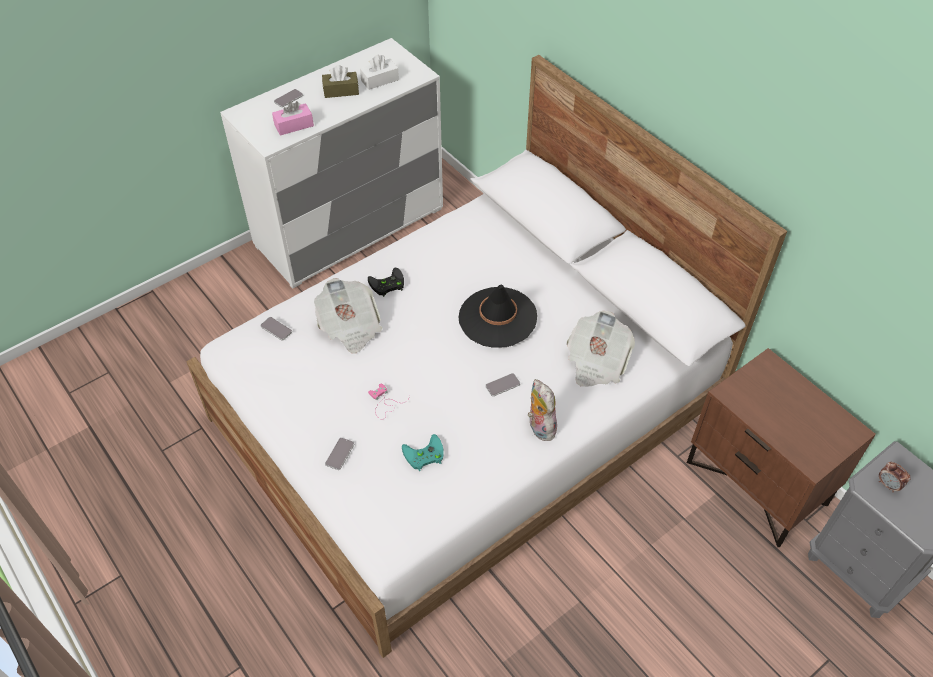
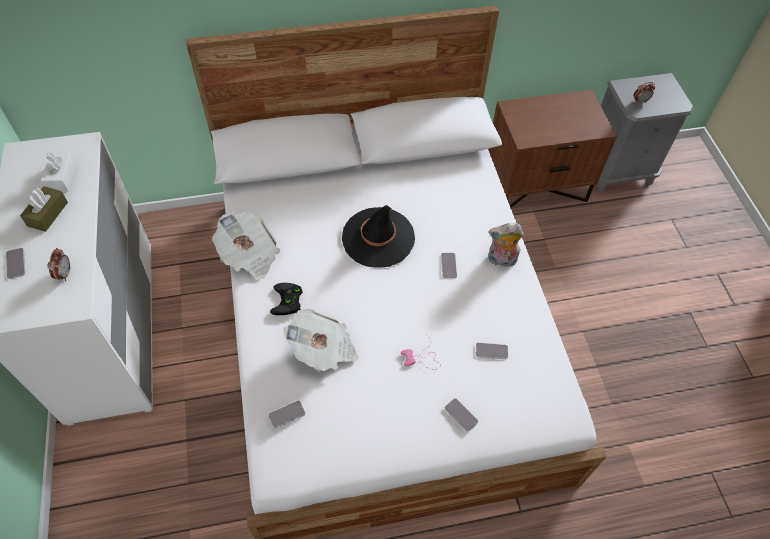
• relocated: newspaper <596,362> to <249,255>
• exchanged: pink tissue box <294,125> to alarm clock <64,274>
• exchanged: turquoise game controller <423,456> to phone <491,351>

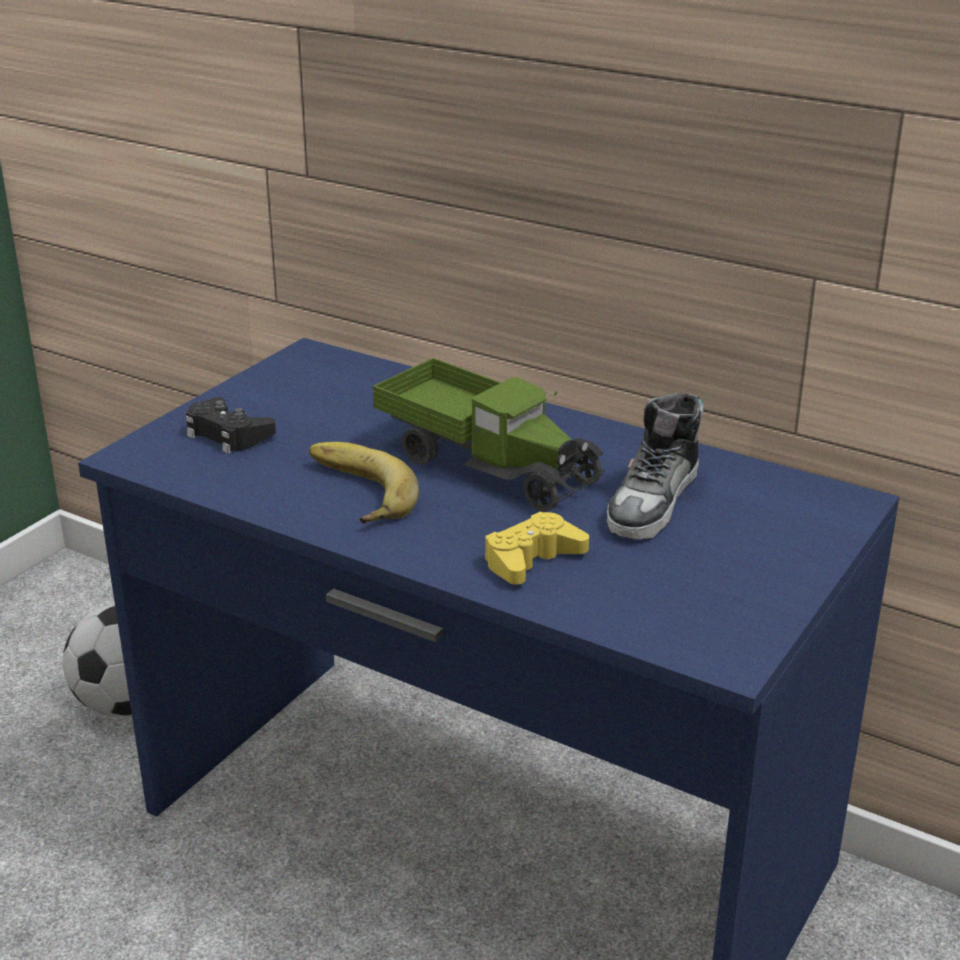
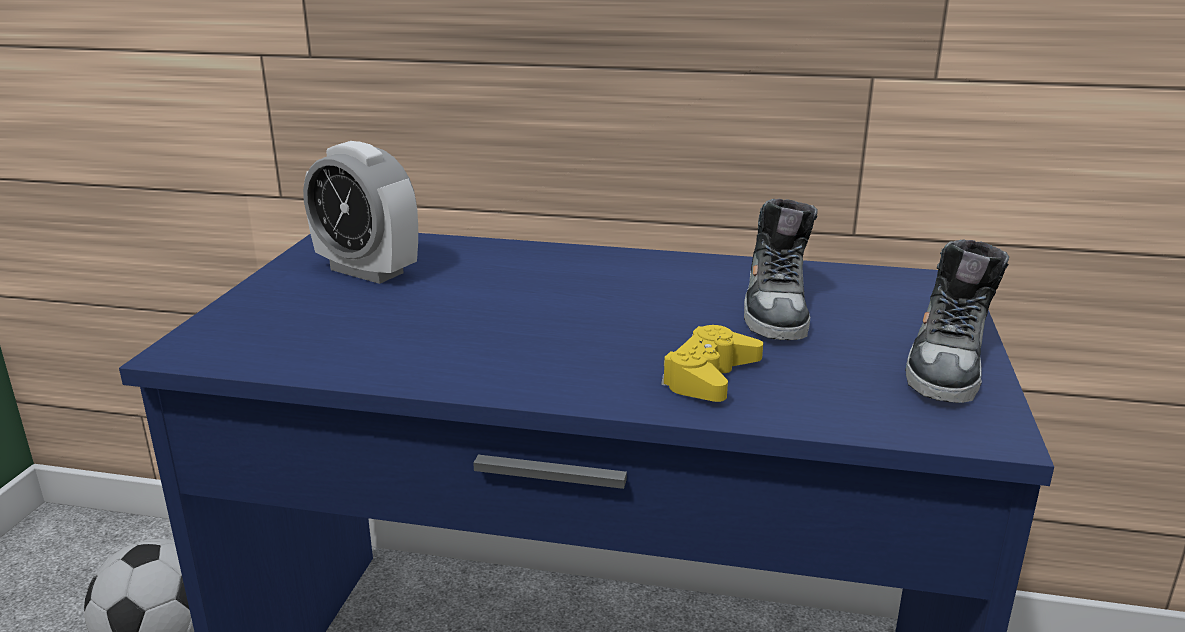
• missing: black game controller <228,434>
• missing: banana <353,493>
• missing: toy truck <487,463>
• appeared: alarm clock <367,271>
• appeared: shoe <948,362>

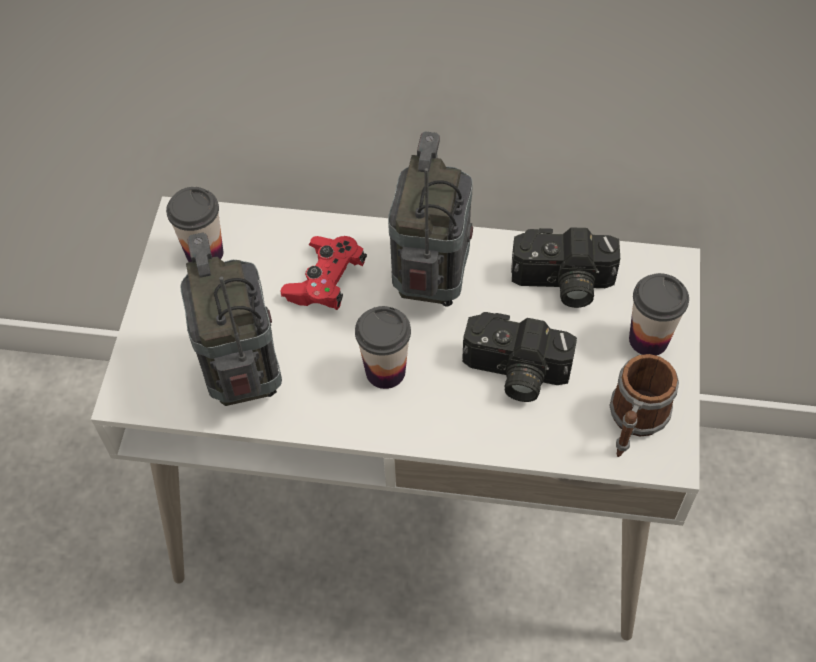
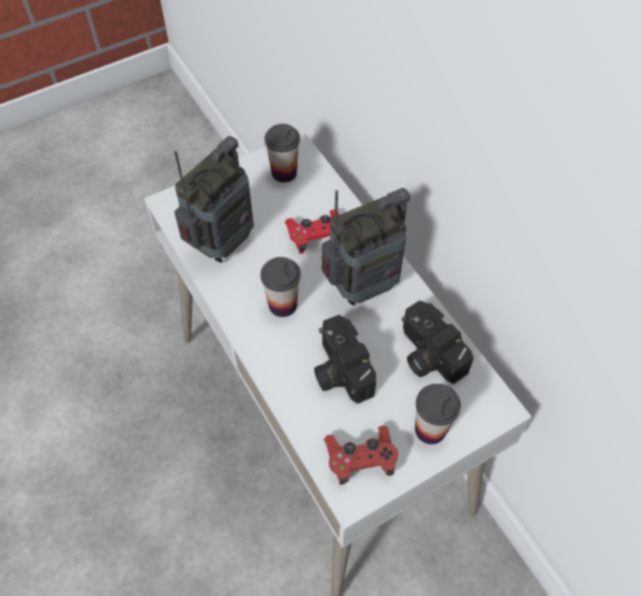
• exchanged: mug <634,422> to red game controller <360,459>

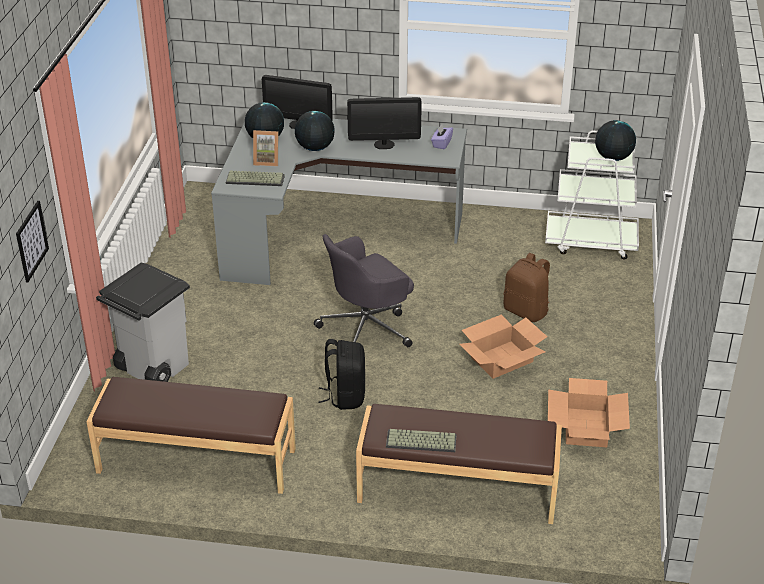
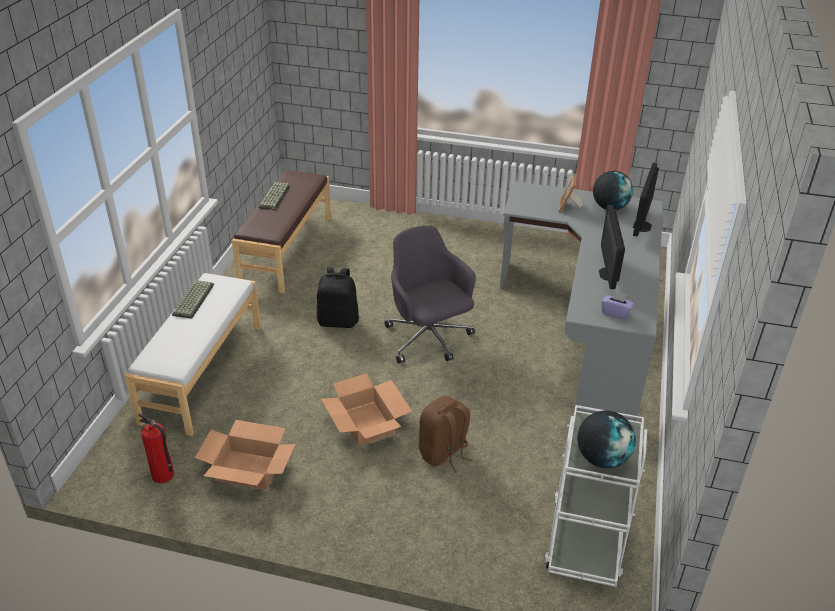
• missing: picture <31,241>
• missing: grey trash can <152,367>
• missing: globe <315,148>
• appeared: fire extinguisher <163,475>
• relocated: keyboard <256,179> to <275,197>
• colour: brown bench <457,490> to white bench <202,373>

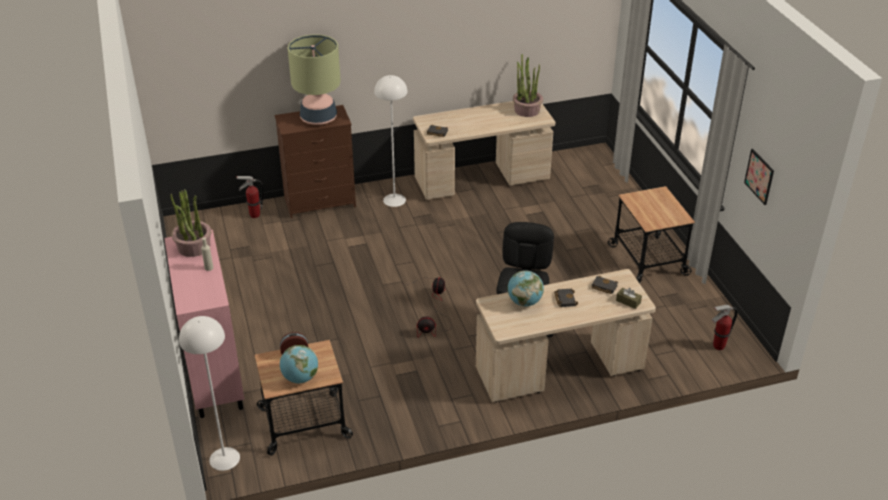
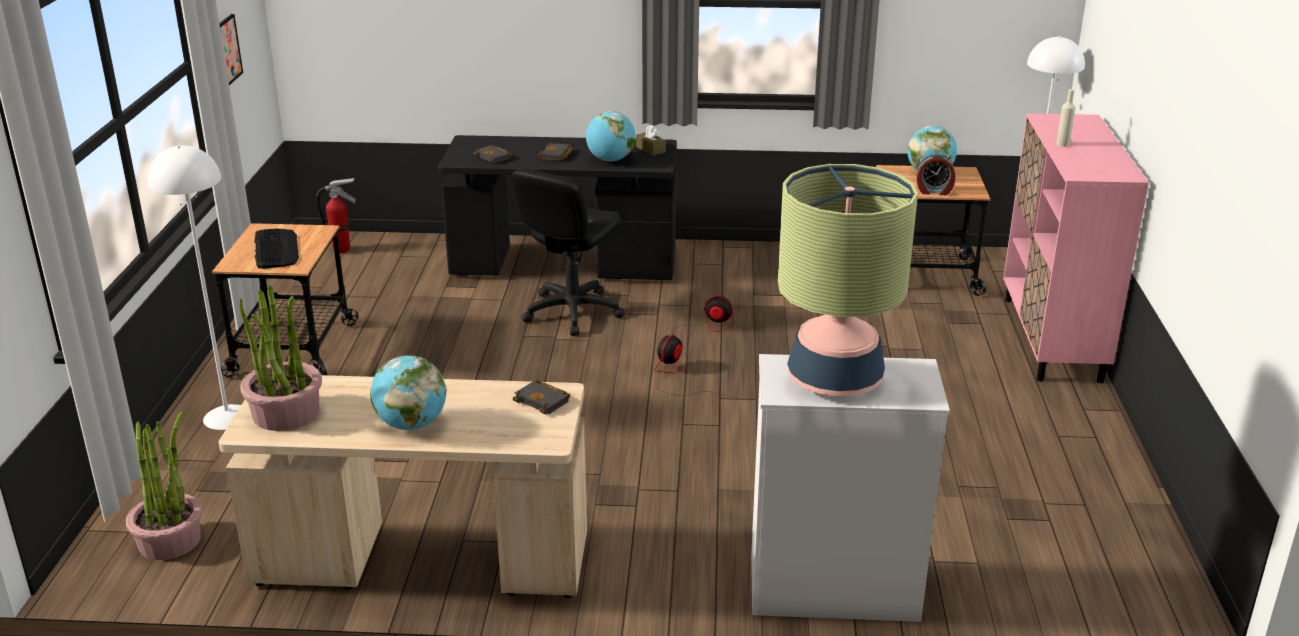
• missing: fire extinguisher <254,215>
• appeared: keyboard <276,249>
• appeared: globe <411,424>
• relocated: potted plant <194,247> to <170,540>
• relocated: white floor lamp <394,200> to <227,416>
• relocated: brown tissue box <628,301> to <650,149>
• colour: brown dresser <320,202> to white dresser <831,588>
• colour: beige desk <559,369> to black desk <564,265>

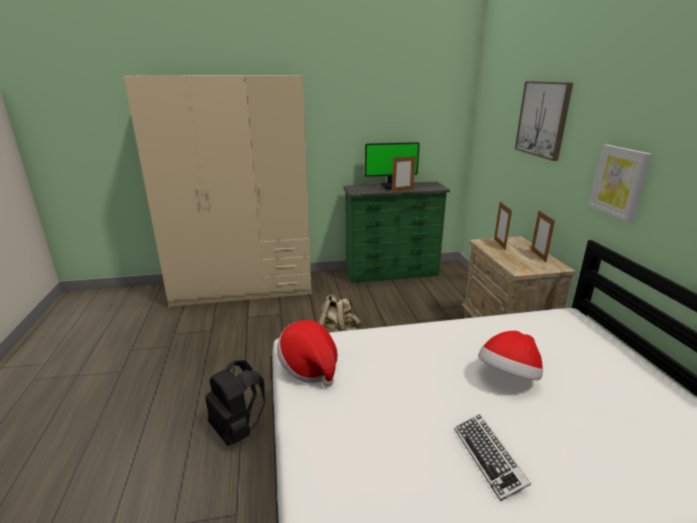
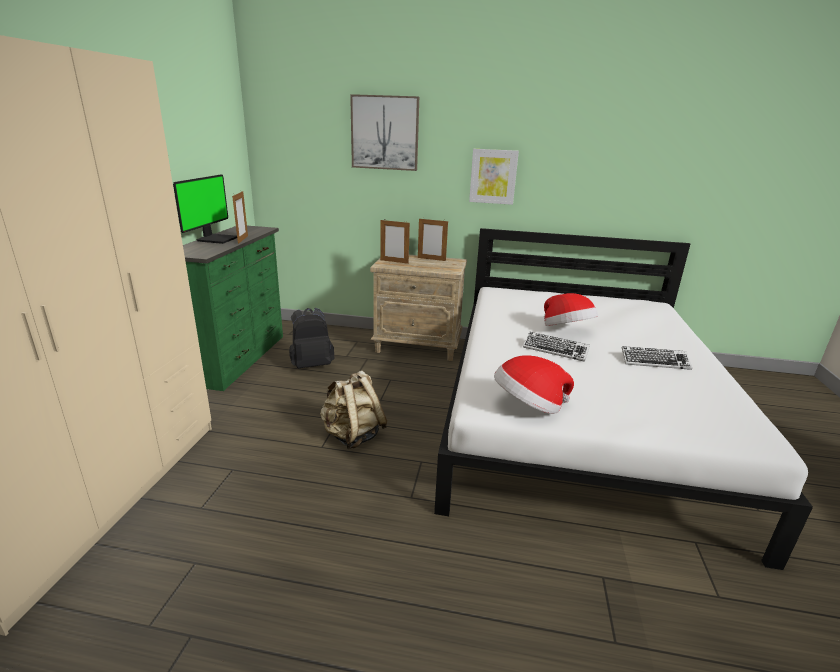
• appeared: keyboard <555,350>
• relocated: black backpack <237,429> to <312,365>

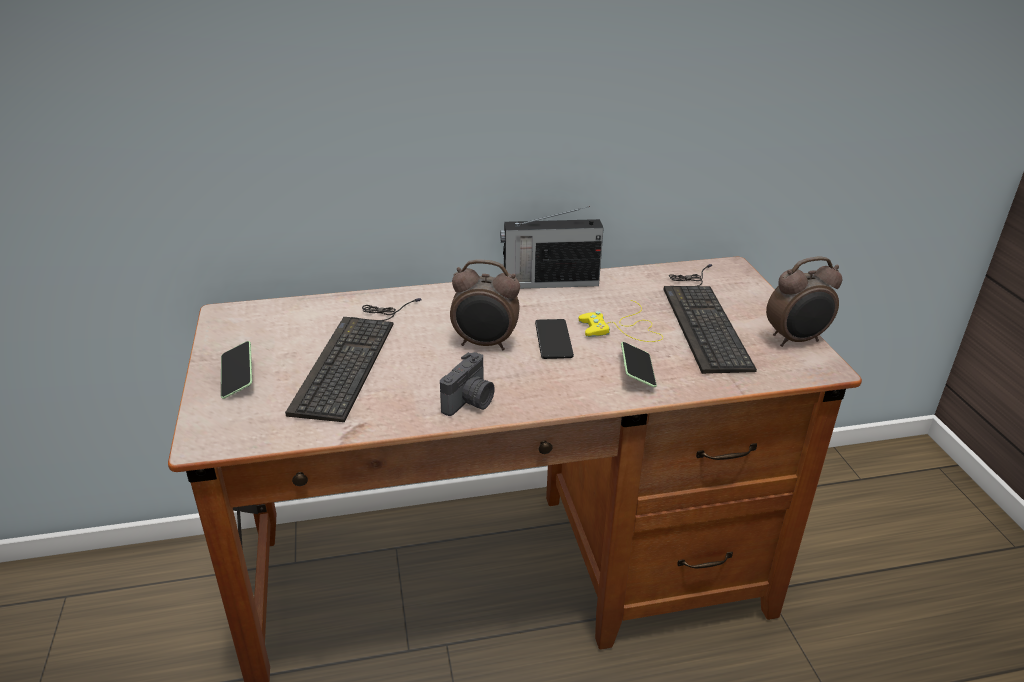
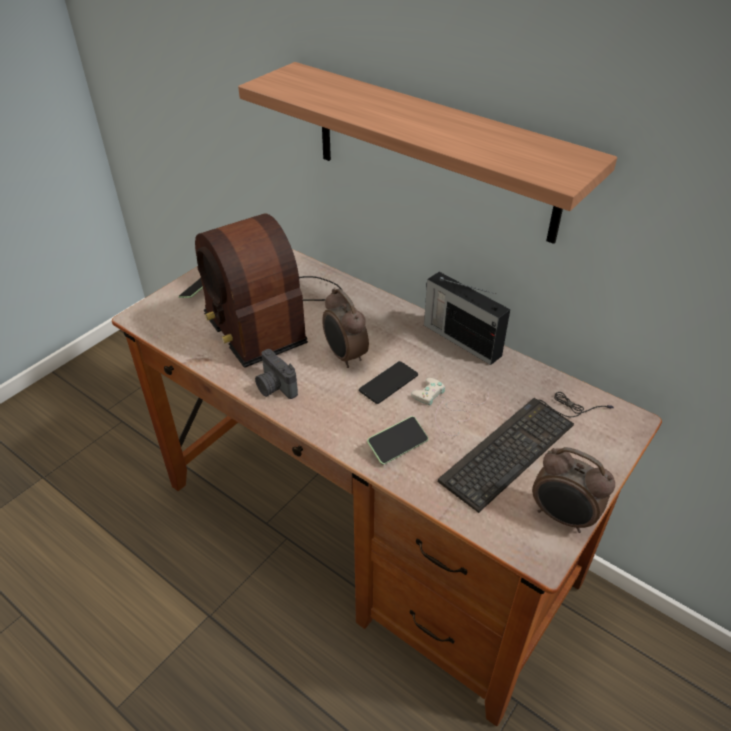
• appeared: shelf <433,151>
• exchanged: keyboard <354,355> to radio <269,313>
• colour: yellow game controller <623,329> to white game controller <447,409>
• spun: photo camera <470,402> = <274,387> 60 degrees clockwise

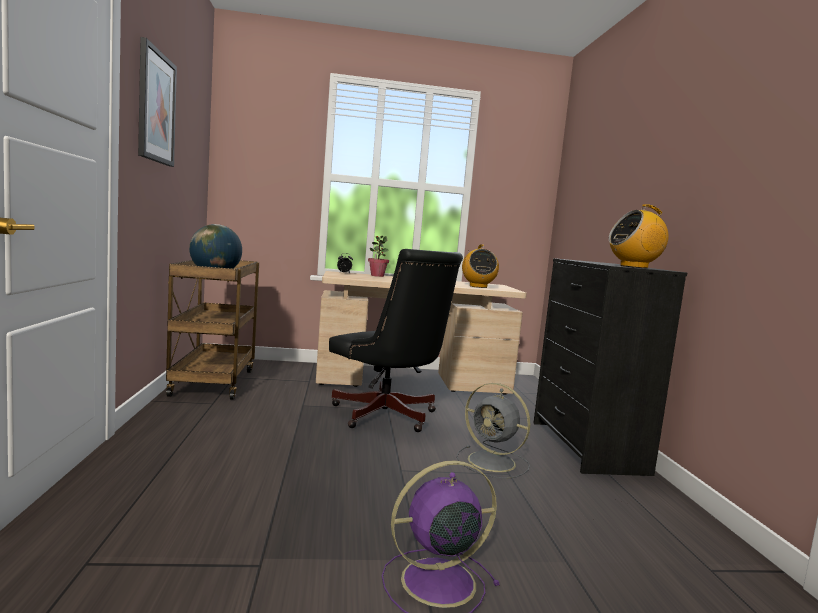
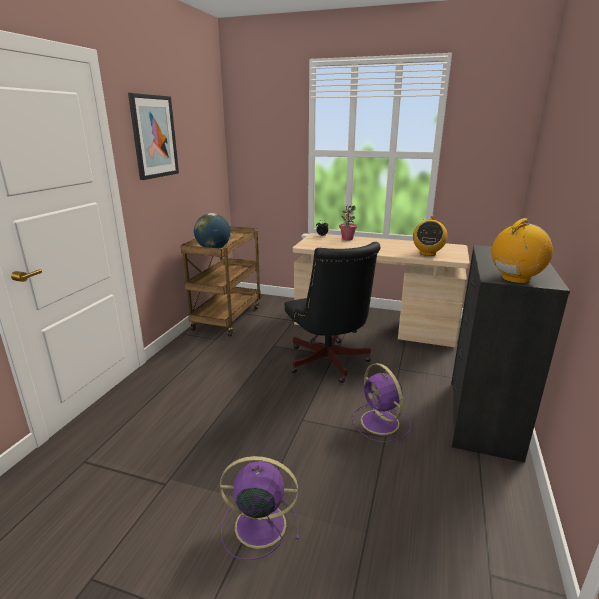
• colour: grey fan <493,462> to purple fan <381,423>
• spun: radio <634,267> = <515,279> 135 degrees clockwise

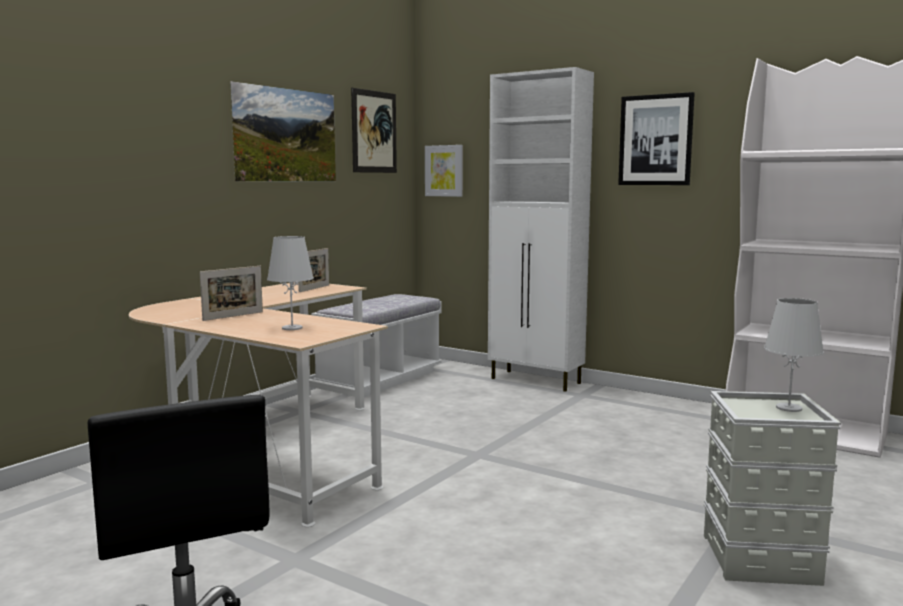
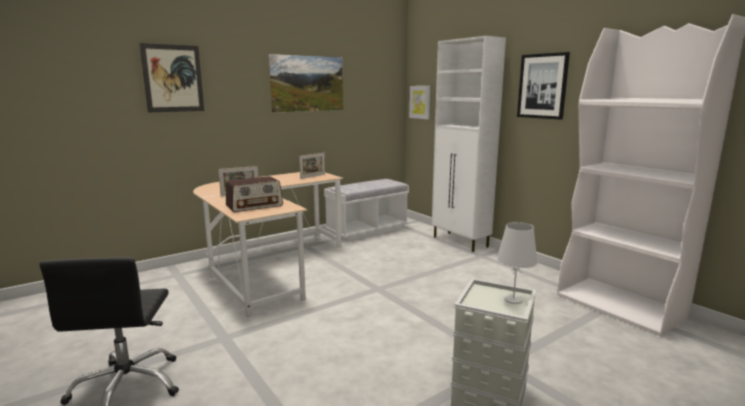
• relocated: picture <374,132> to <173,78>
• exchanged: white table lamp <292,328> to radio <255,206>

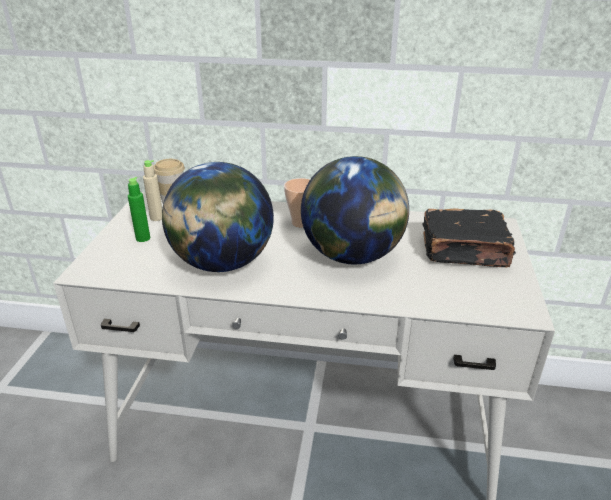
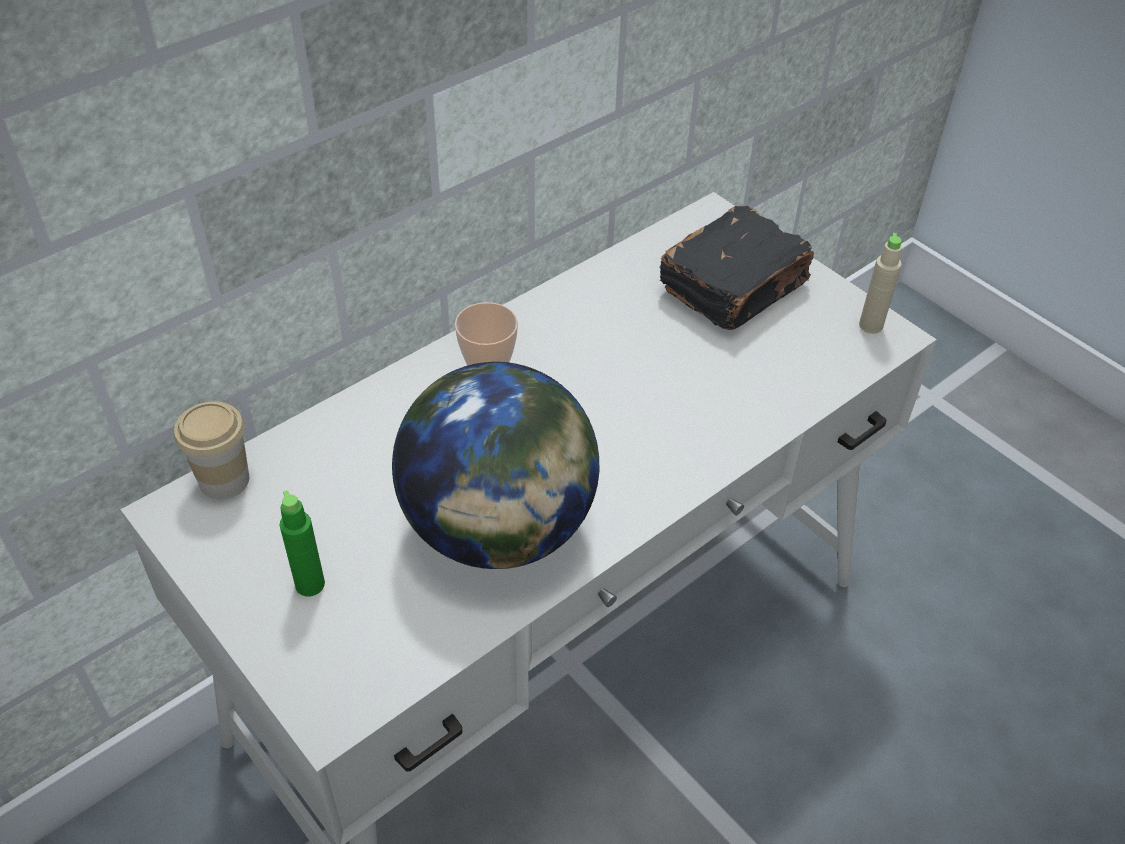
• missing: globe <352,255>
• relocated: beige bottle <156,218> to <870,325>

